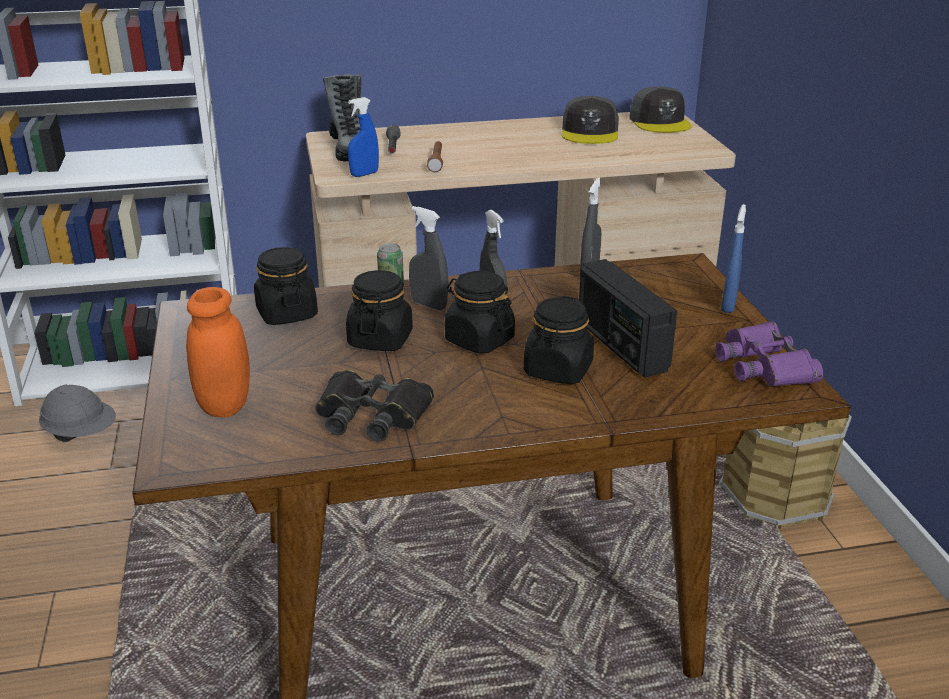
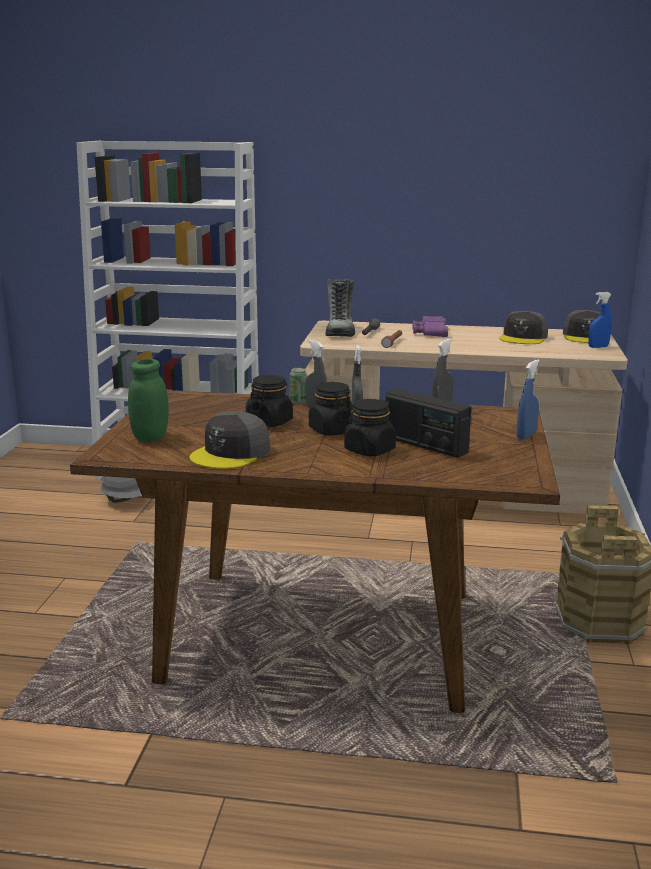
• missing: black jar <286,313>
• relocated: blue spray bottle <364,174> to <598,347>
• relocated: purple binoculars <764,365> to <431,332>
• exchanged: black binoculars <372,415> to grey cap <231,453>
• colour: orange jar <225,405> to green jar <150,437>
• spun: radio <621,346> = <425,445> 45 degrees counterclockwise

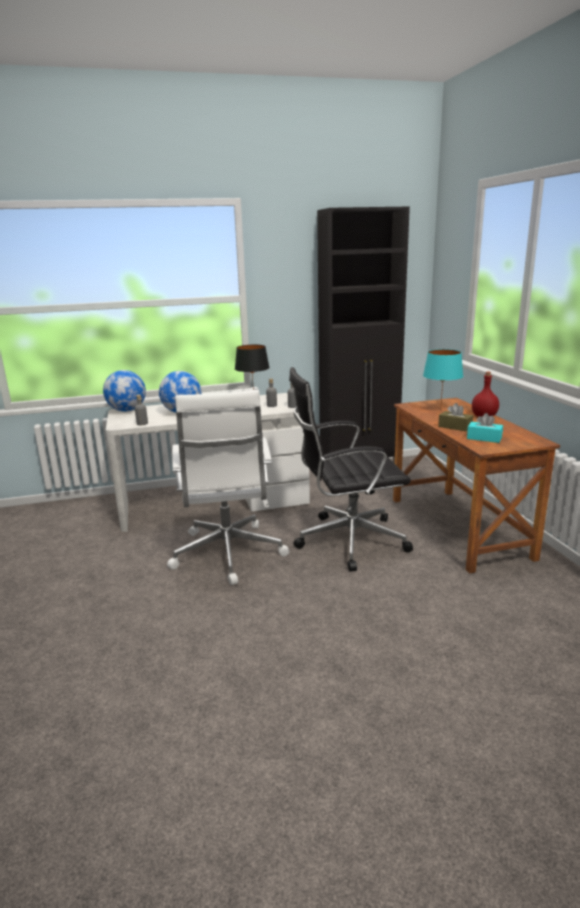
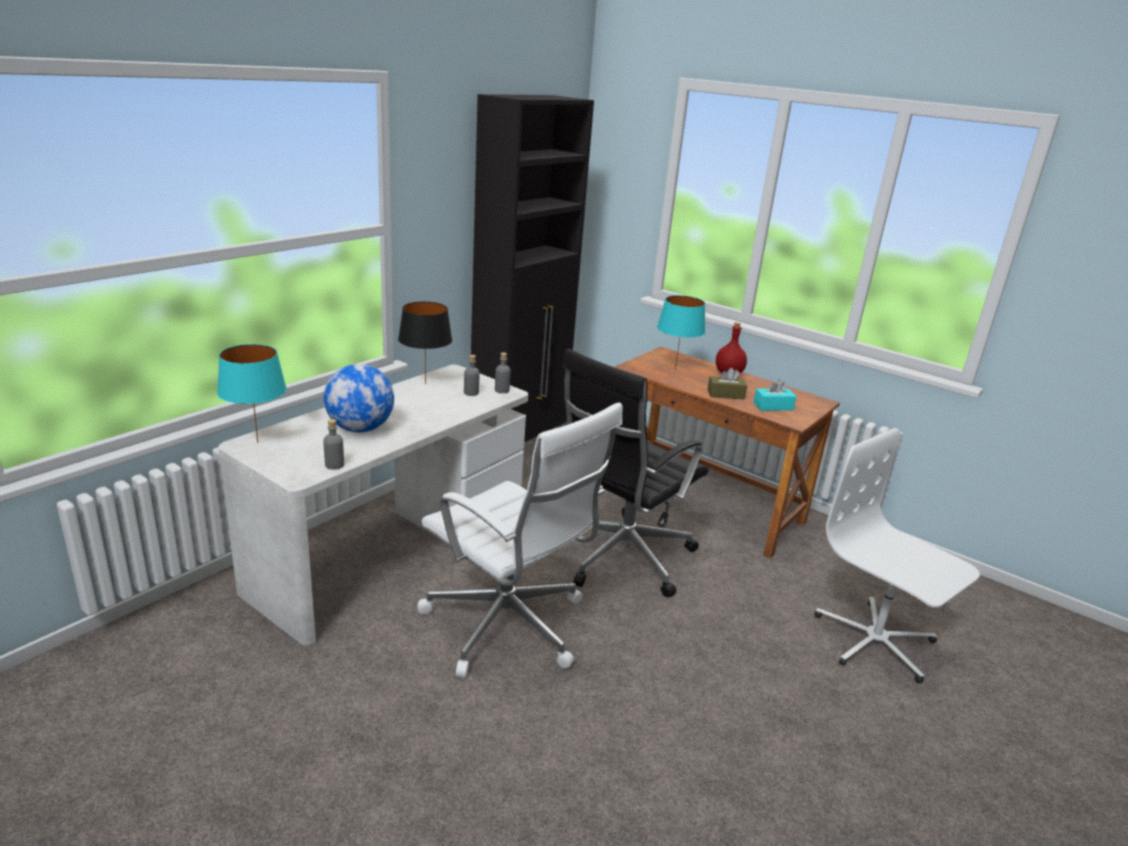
• appeared: white office chair <875,641>
• exchanged: globe <127,410> to turquoise table lamp <258,442>

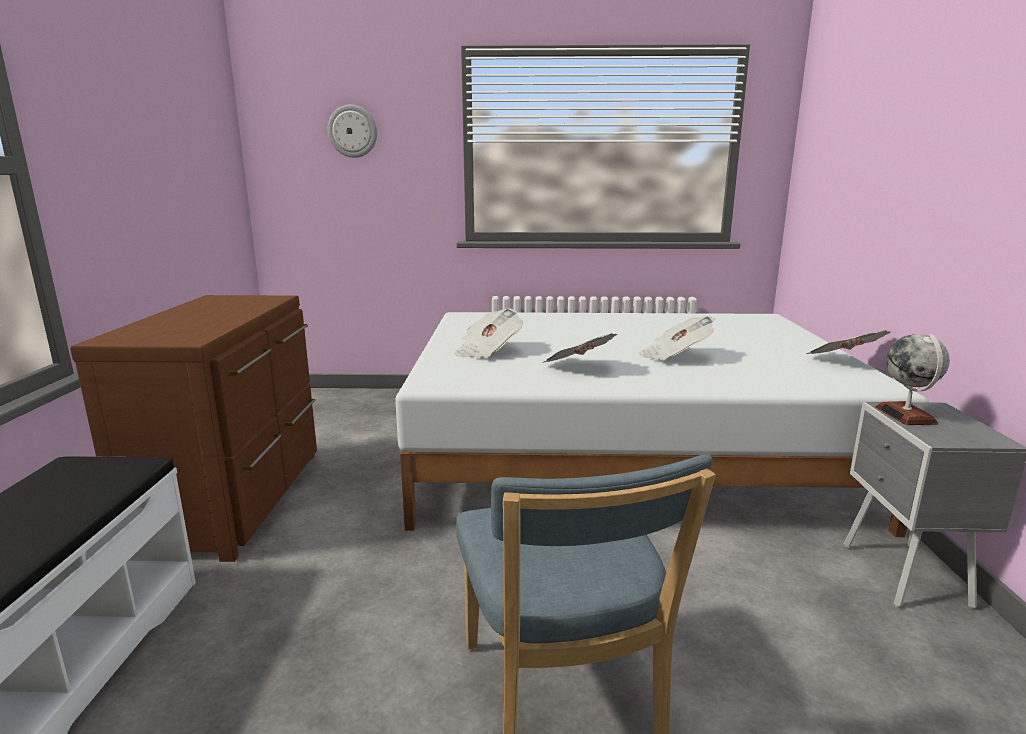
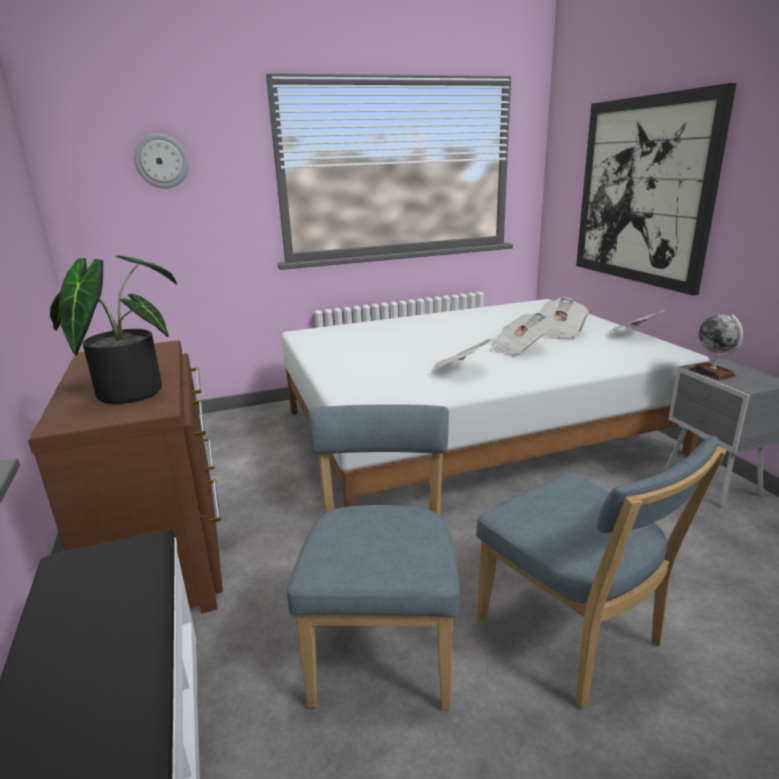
• appeared: potted plant <128,390>
• appeared: blue chair <384,642>
• appeared: picture <643,191>
• relocated: newspaper <488,351> to <559,332>

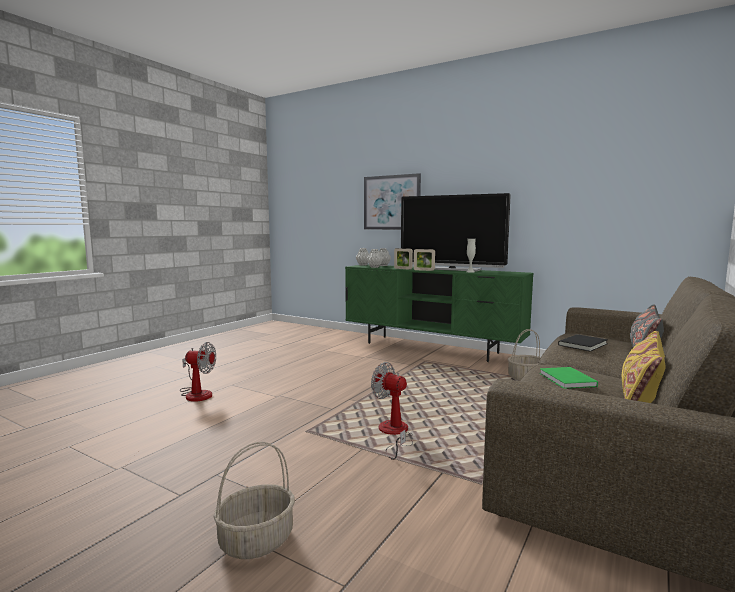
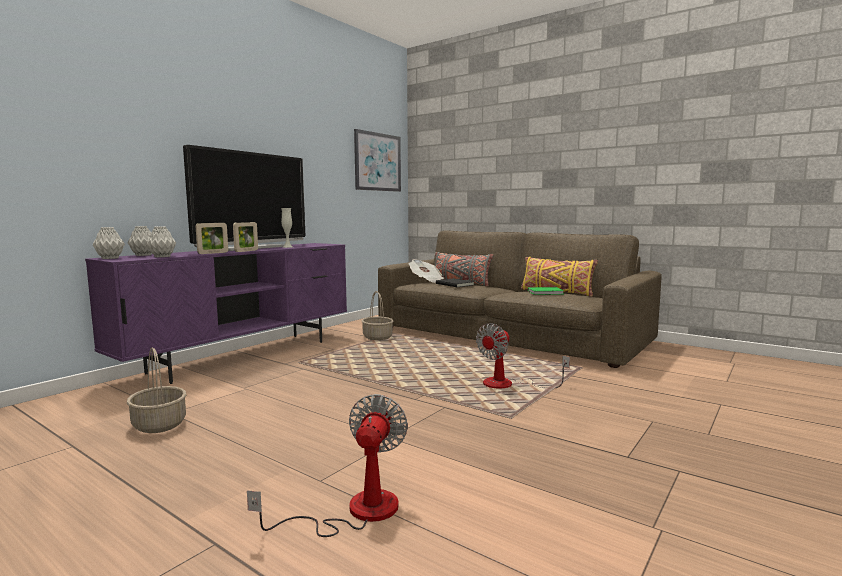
• appeared: newspaper <426,280>
• relocated: basket <257,540> to <158,424>
• relocated: picture <391,202> to <377,162>
• colour: green tv stand <432,348> to purple tv stand <244,356>

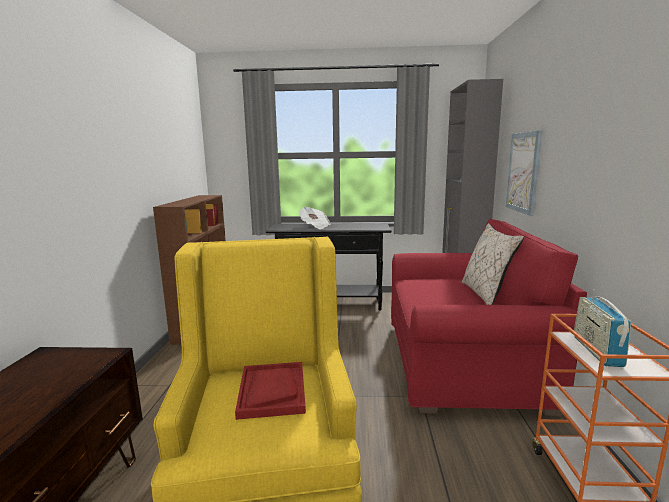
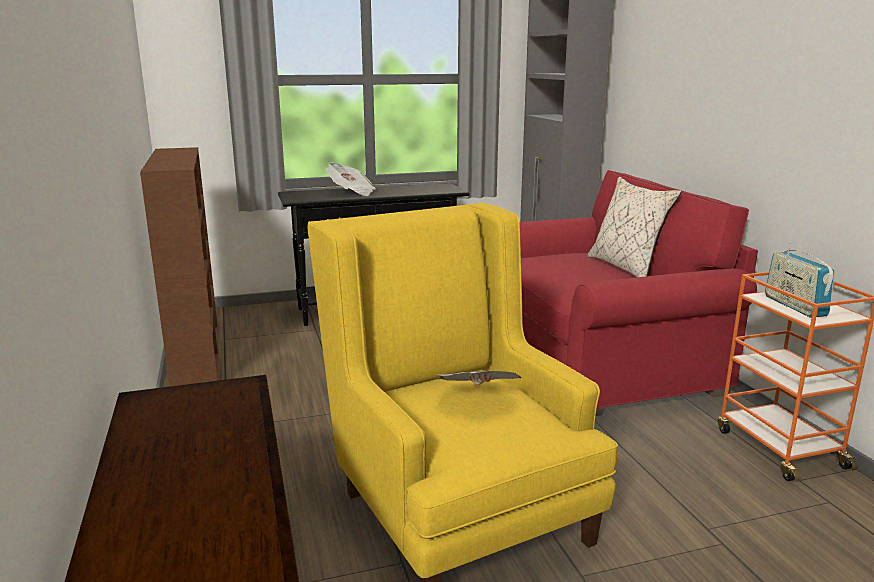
• missing: picture <523,172>
• exchanged: red tray <272,391> to newspaper <477,398>

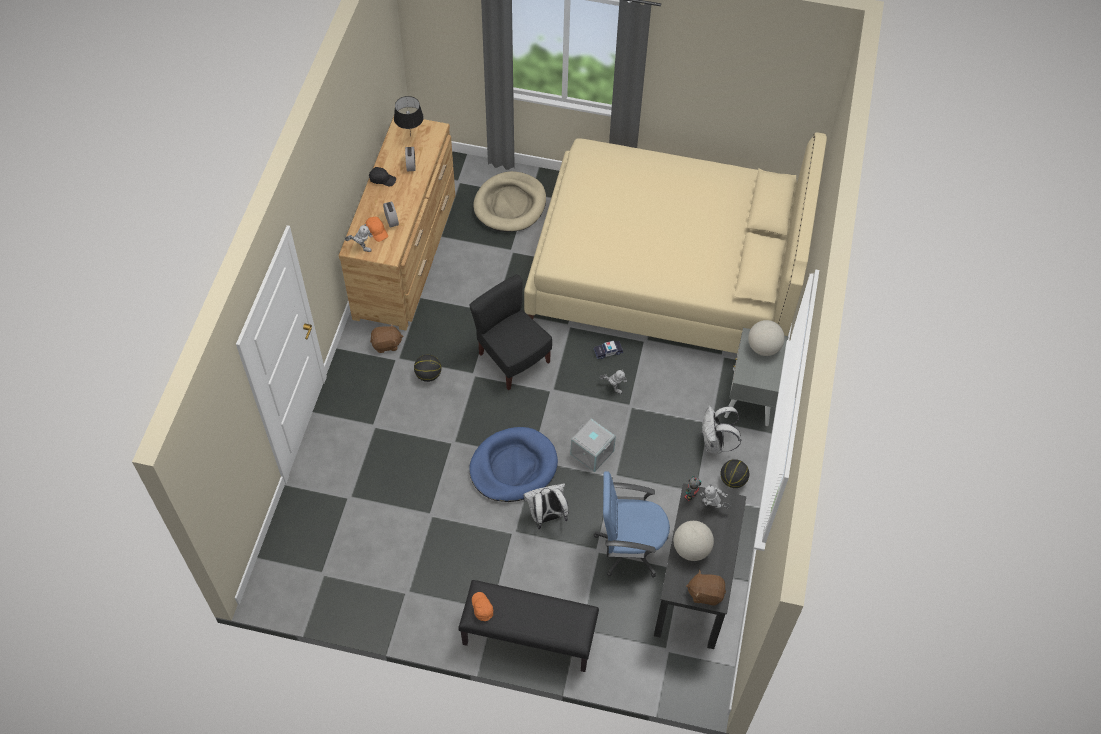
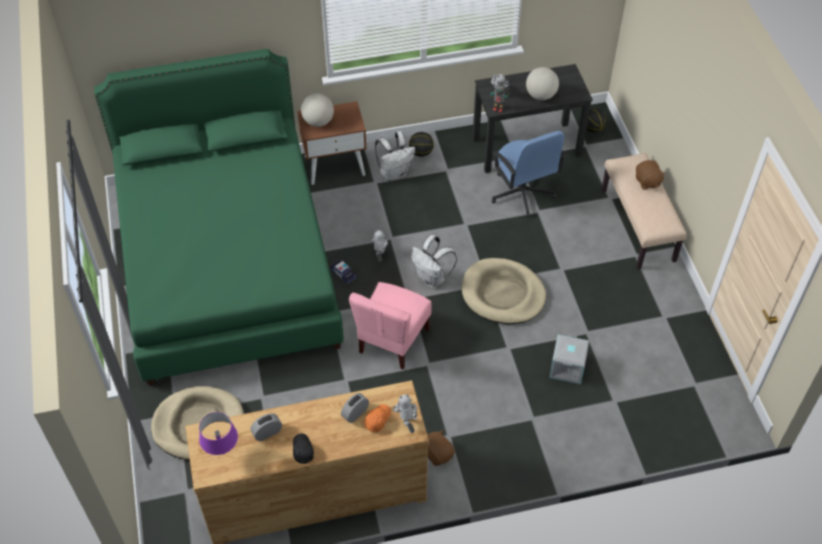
• missing: orange cap <482,608>
• relocated: basketball <428,375> to <593,129>
• relocated: white backpack <547,516> to <432,278>
• relocated: grey storage box <591,453> to <568,368>
• relocated: brown plush toy <705,593> to <647,181>
• colour: black table lamp <410,136> to purple table lamp <223,454>
• colour: black bench <528,637> to beige bench <638,225>
• colour: blue dog bed <513,467> to beige dog bed <503,294>
• colour: black chair <513,359> to pink chair <392,341>
• colour: beige bed <666,272> to green bed <227,263>
• colour: grey nightstand <750,397> to brown nightstand <335,165>

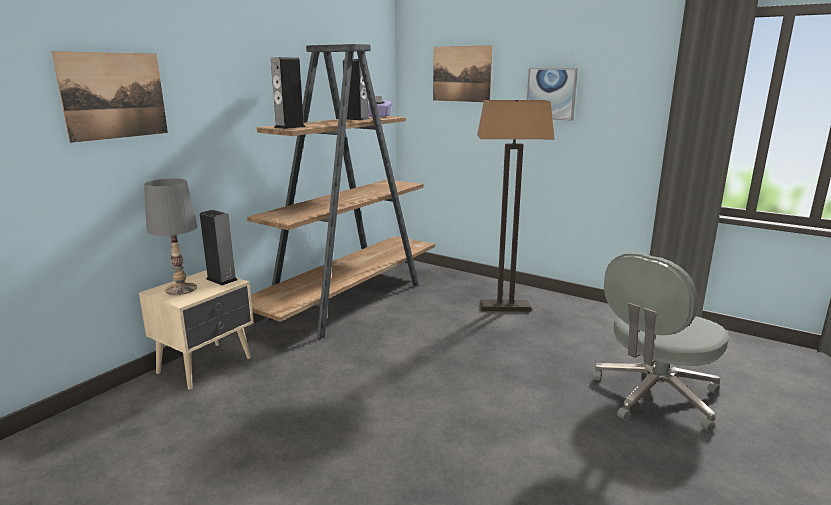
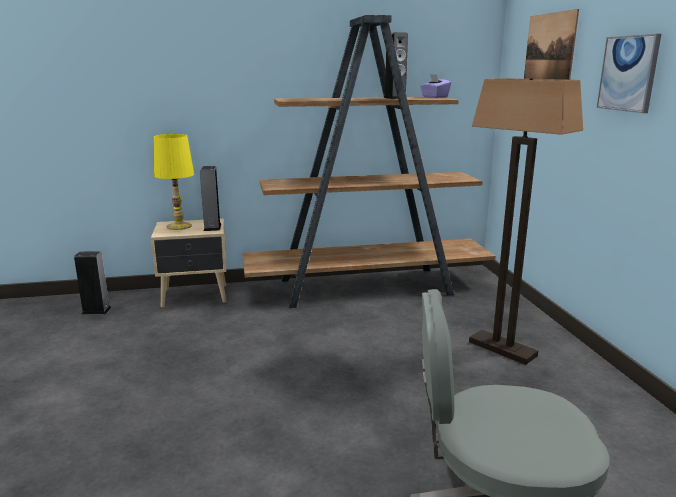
• missing: picture <114,95>
• relocated: speaker <289,127> to <96,310>
• colour: grey table lamp <181,289> to yellow table lamp <178,226>

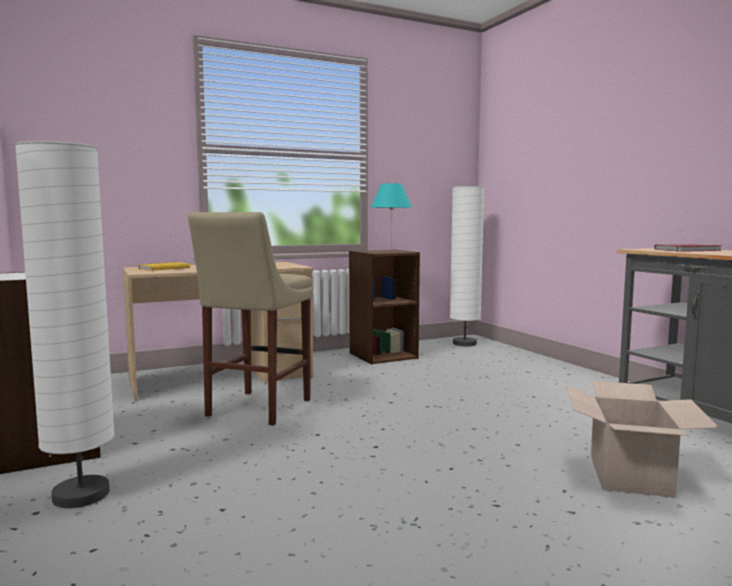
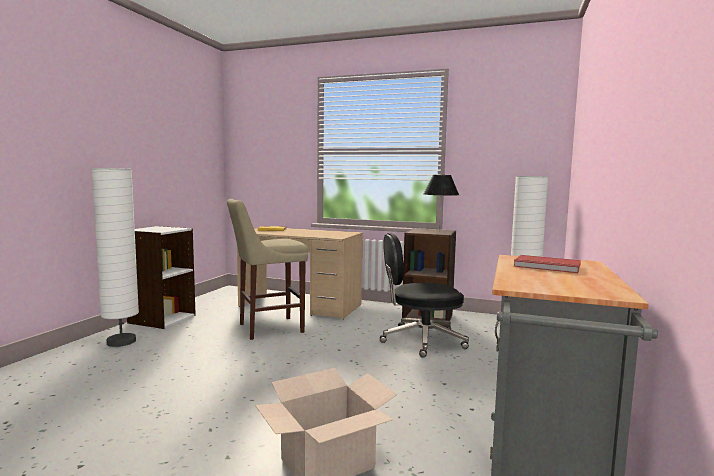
• appeared: black office chair <421,340>
• colour: turquoise table lamp <391,251> to black table lamp <439,231>

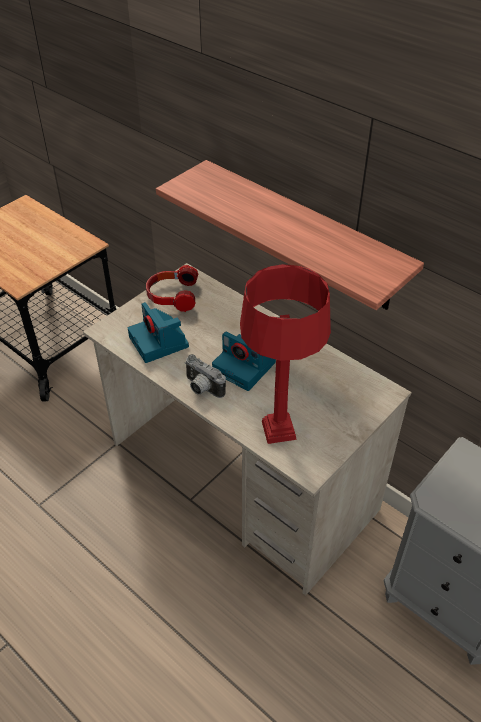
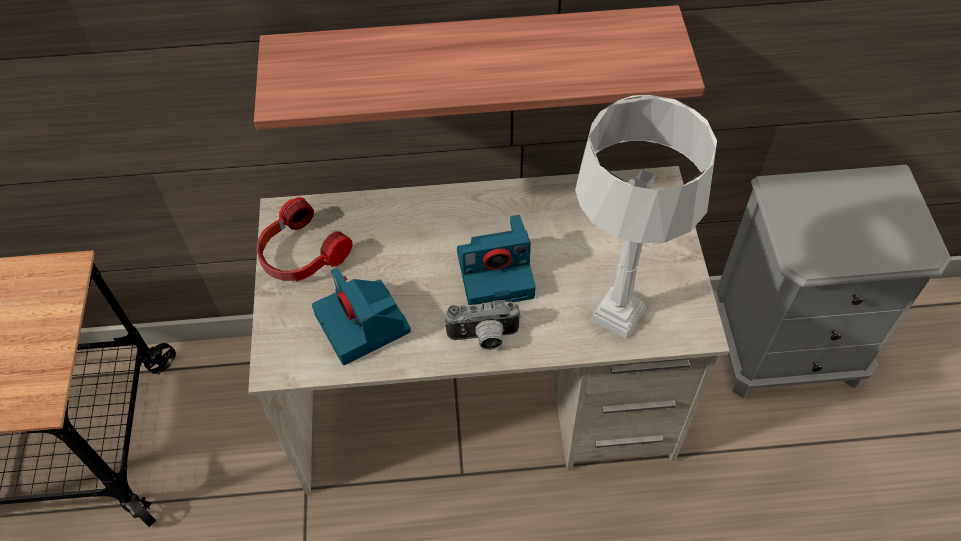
• colour: red table lamp <278,429> to grey table lamp <617,314>
• spun: photo camera <160,342> = <364,324> 45 degrees clockwise

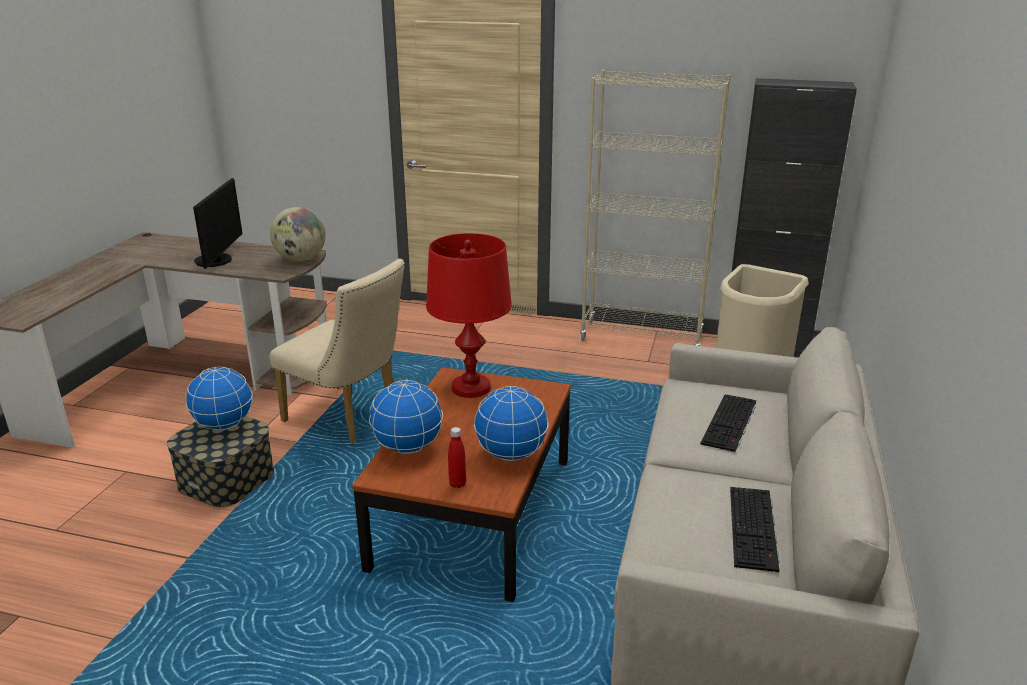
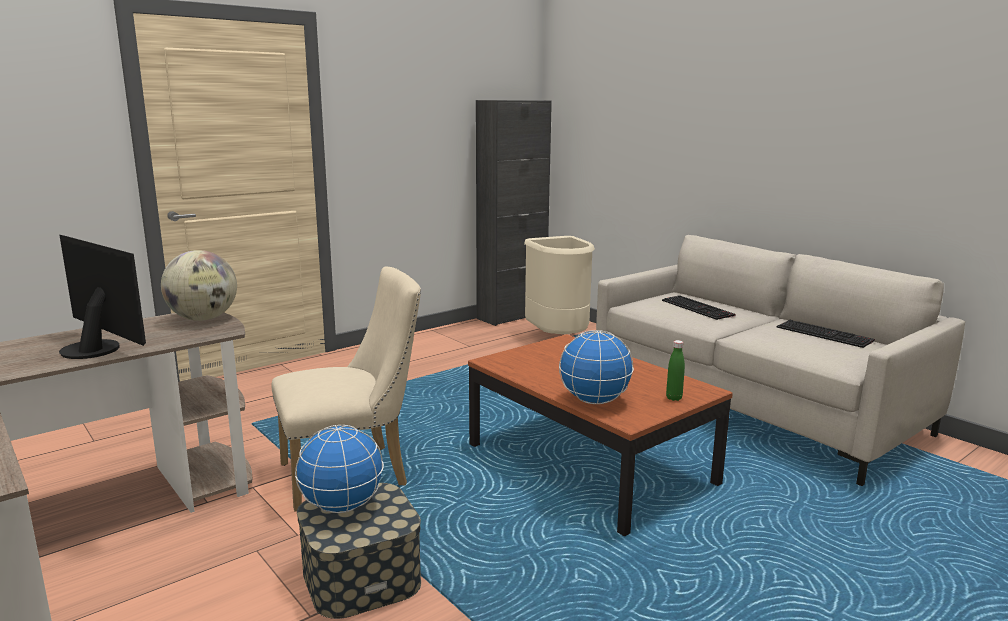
• missing: red table lamp <471,388>
• missing: globe <510,454>
• missing: beige bookcase <641,338>
• colour: red bottle <457,484> to green bottle <674,398>

